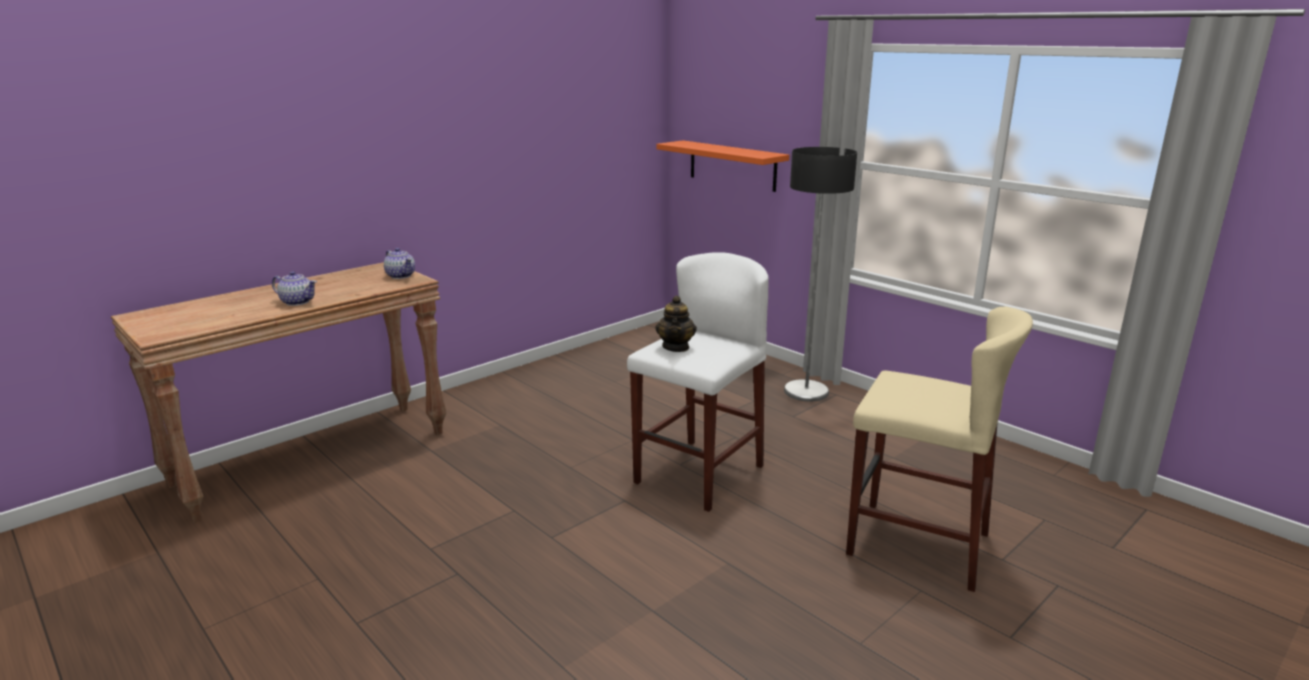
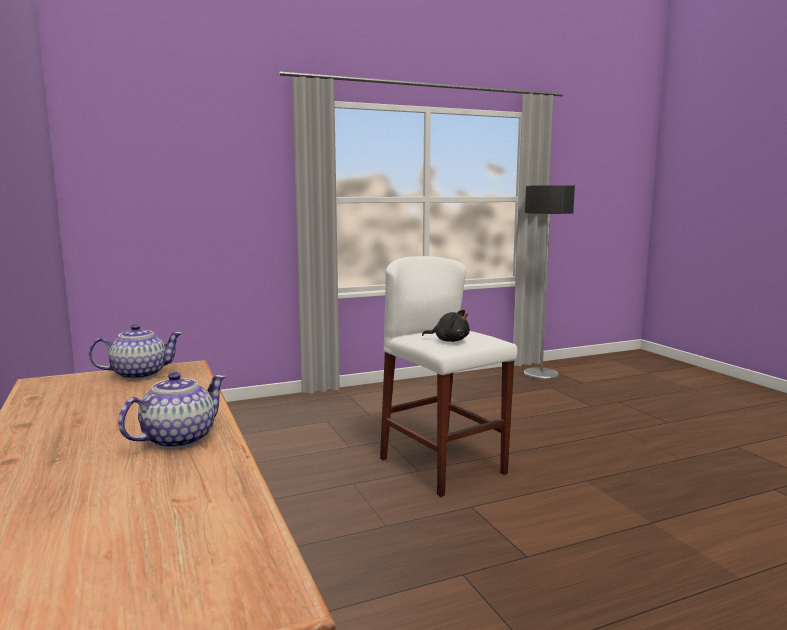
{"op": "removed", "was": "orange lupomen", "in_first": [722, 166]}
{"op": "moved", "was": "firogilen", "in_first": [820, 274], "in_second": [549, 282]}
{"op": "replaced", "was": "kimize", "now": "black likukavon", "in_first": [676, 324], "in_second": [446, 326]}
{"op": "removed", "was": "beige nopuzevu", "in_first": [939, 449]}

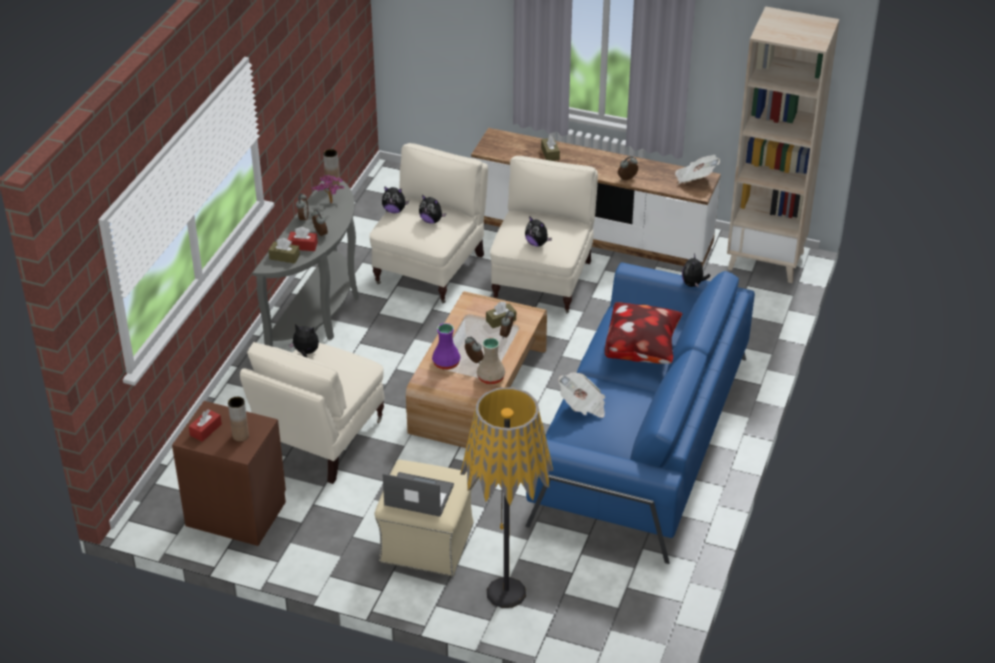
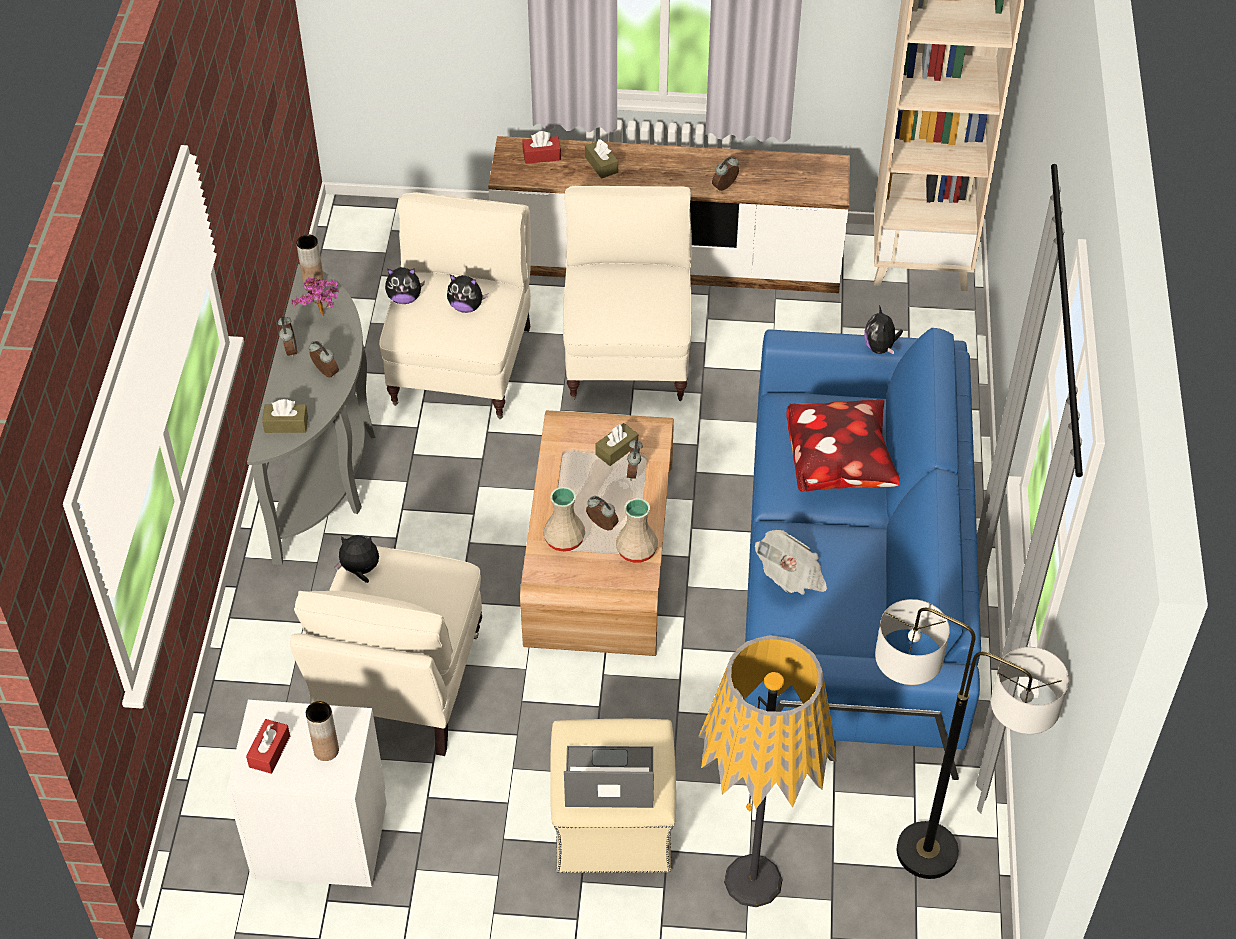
{"op": "removed", "was": "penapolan", "in_first": [697, 169]}
{"op": "removed", "was": "likukavon", "in_first": [538, 231]}
{"op": "moved", "was": "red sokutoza", "in_first": [303, 239], "in_second": [541, 147]}
{"op": "recoloured", "was": "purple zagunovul", "now": "beige zagunovul", "in_first": [446, 346], "in_second": [564, 519]}
{"op": "recoloured", "was": "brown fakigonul", "now": "white fakigonul", "in_first": [229, 473], "in_second": [307, 793]}
{"op": "added", "now": "firogilen", "in_second": [972, 739]}

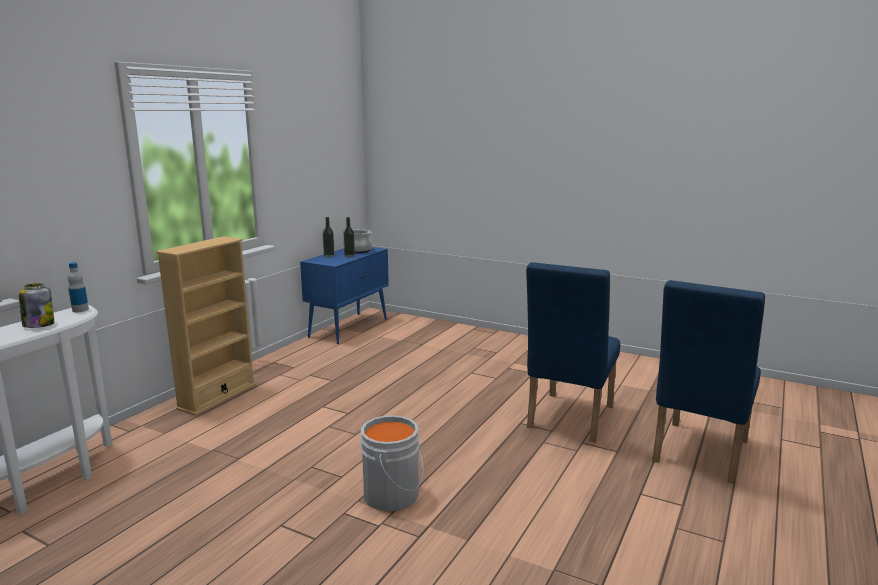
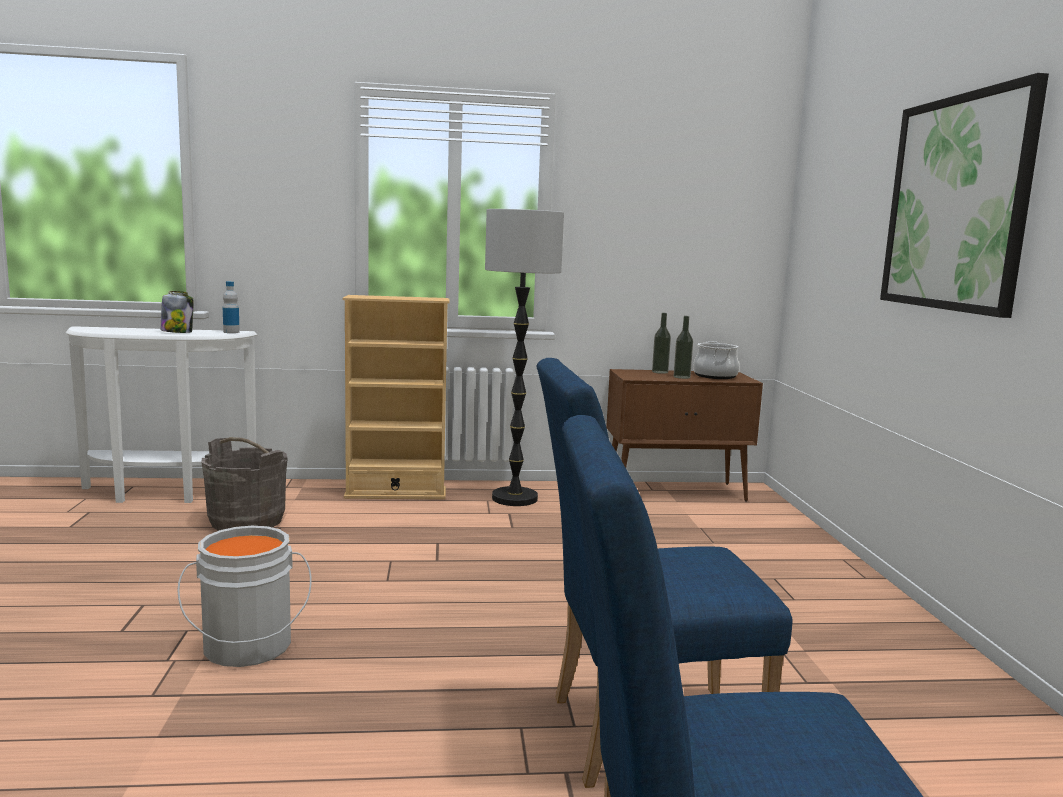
{"op": "recoloured", "was": "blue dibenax", "now": "brown dibenax", "in_first": [344, 295], "in_second": [684, 435]}
{"op": "added", "now": "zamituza", "in_second": [964, 195]}
{"op": "added", "now": "firogilen", "in_second": [524, 357]}
{"op": "added", "now": "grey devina", "in_second": [244, 484]}

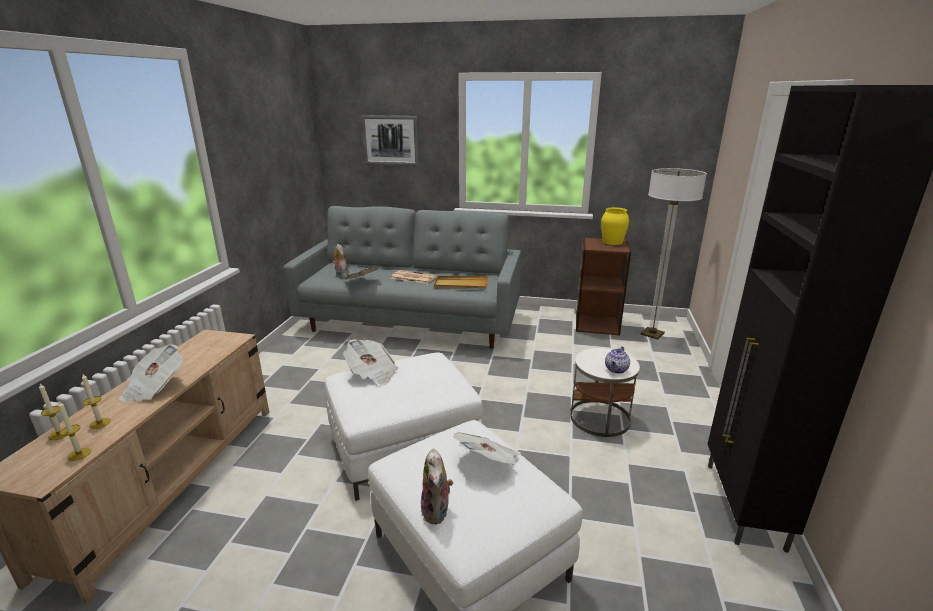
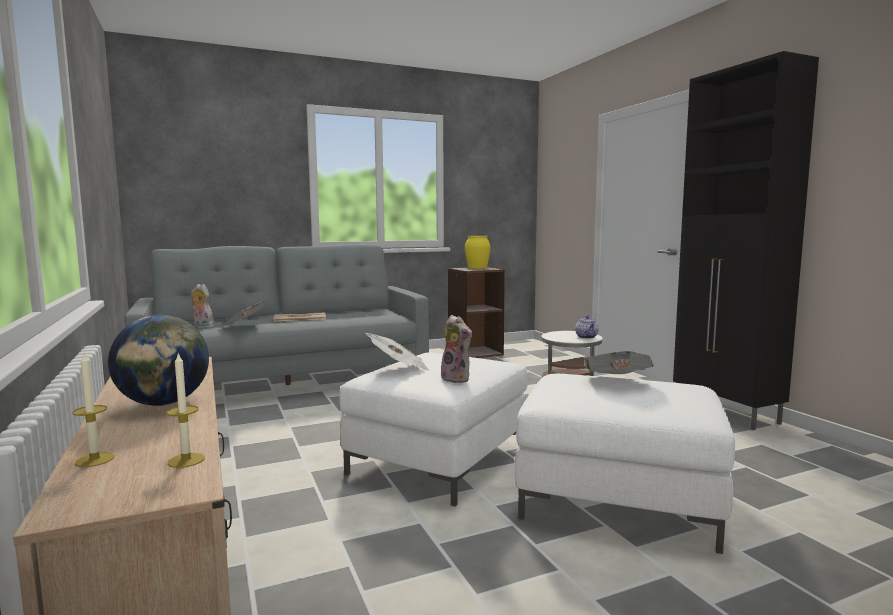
{"op": "removed", "was": "zamituza", "in_first": [390, 140]}
{"op": "removed", "was": "firogilen", "in_first": [674, 254]}
{"op": "removed", "was": "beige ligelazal", "in_first": [461, 282]}
{"op": "replaced", "was": "penapolan", "now": "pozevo", "in_first": [151, 373], "in_second": [158, 360]}
{"op": "removed", "was": "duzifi", "in_first": [96, 401]}
{"op": "moved", "was": "likukavon", "in_first": [437, 486], "in_second": [456, 349]}

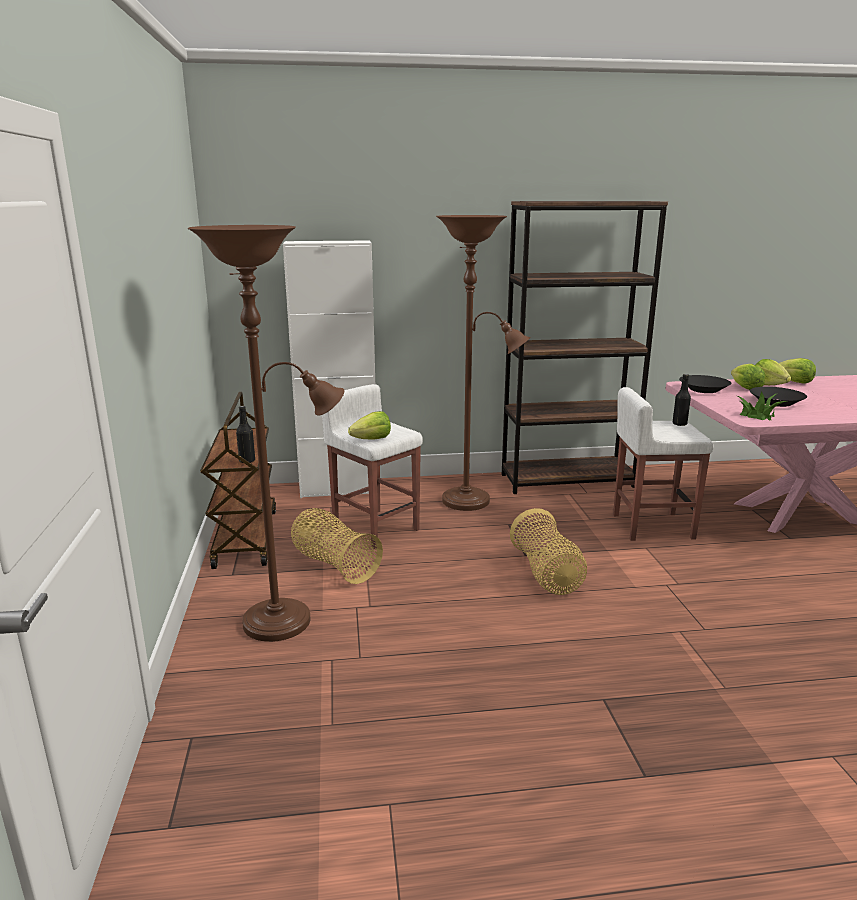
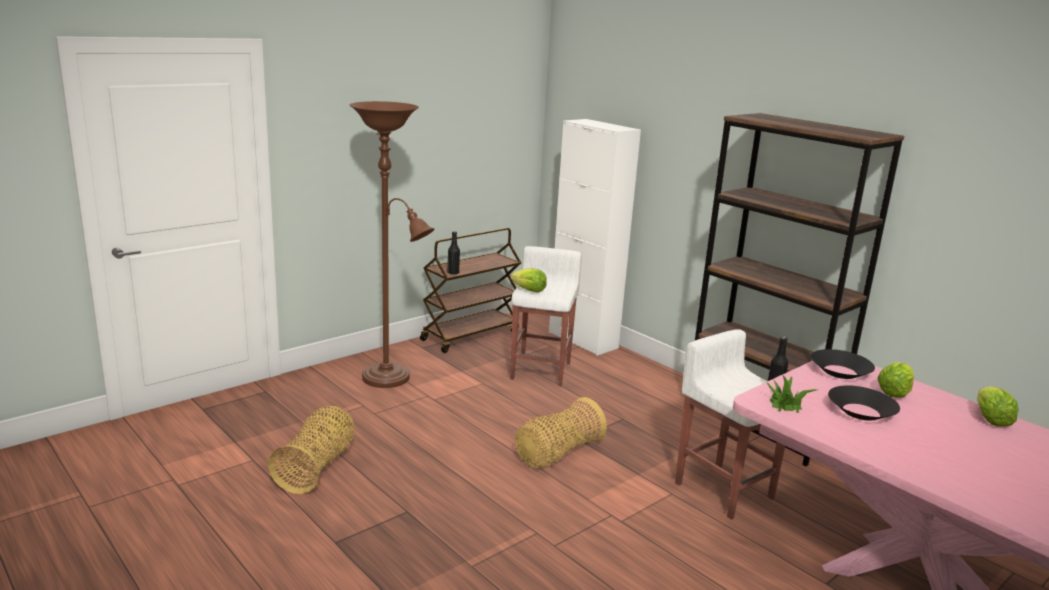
{"op": "removed", "was": "brown firogilen", "in_first": [483, 363]}
{"op": "removed", "was": "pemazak", "in_first": [773, 372]}
{"op": "moved", "was": "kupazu", "in_first": [337, 546], "in_second": [311, 450]}

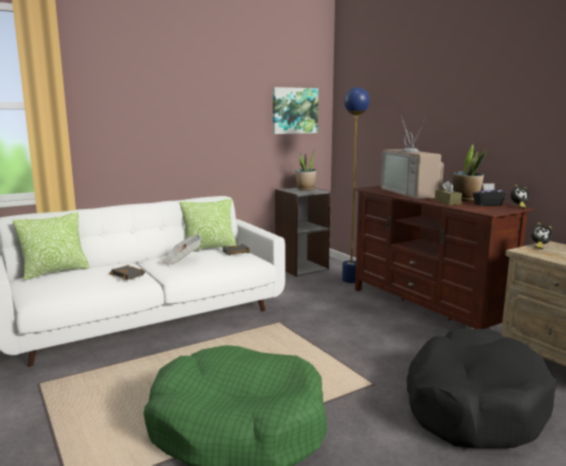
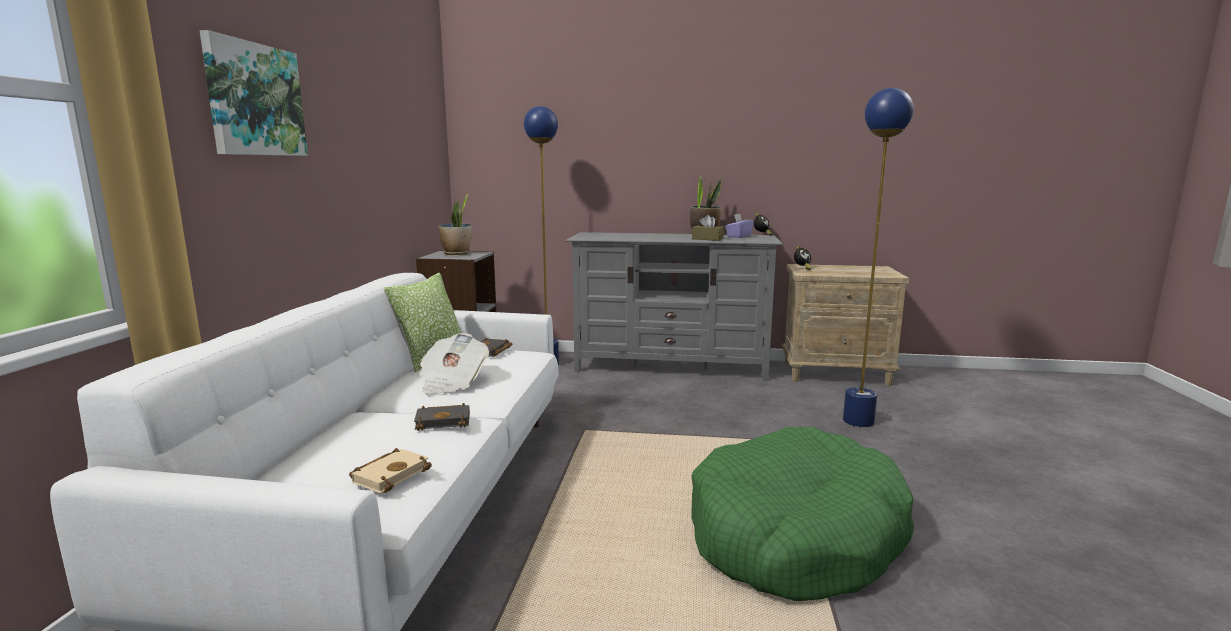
{"op": "moved", "was": "zamituza", "in_first": [295, 110], "in_second": [254, 93]}
{"op": "removed", "was": "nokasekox", "in_first": [412, 157]}
{"op": "recoloured", "was": "black sokutoza", "now": "purple sokutoza", "in_first": [489, 194], "in_second": [739, 226]}
{"op": "recoloured", "was": "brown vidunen", "now": "grey vidunen", "in_first": [444, 257], "in_second": [674, 306]}
{"op": "removed", "was": "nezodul", "in_first": [51, 246]}
{"op": "replaced", "was": "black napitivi", "now": "blue firogilen", "in_first": [482, 388], "in_second": [878, 257]}
{"op": "added", "now": "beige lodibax", "in_second": [390, 470]}

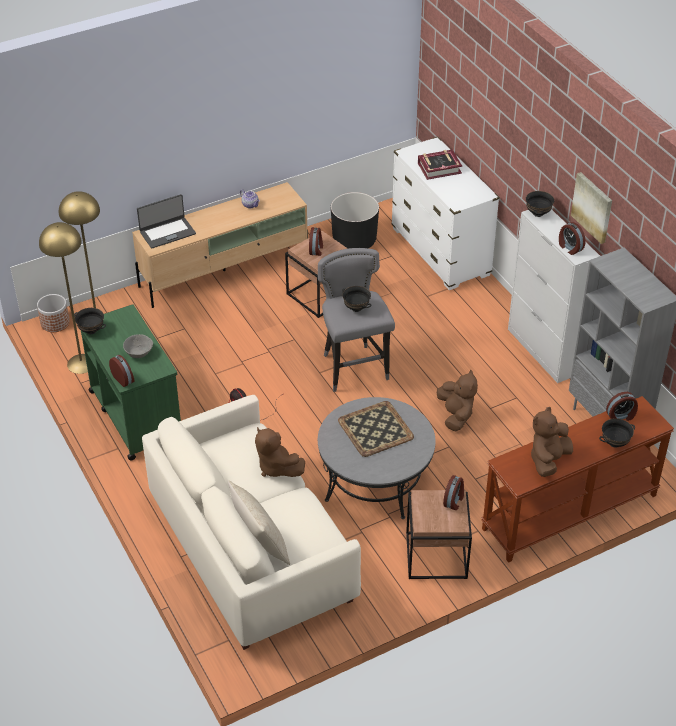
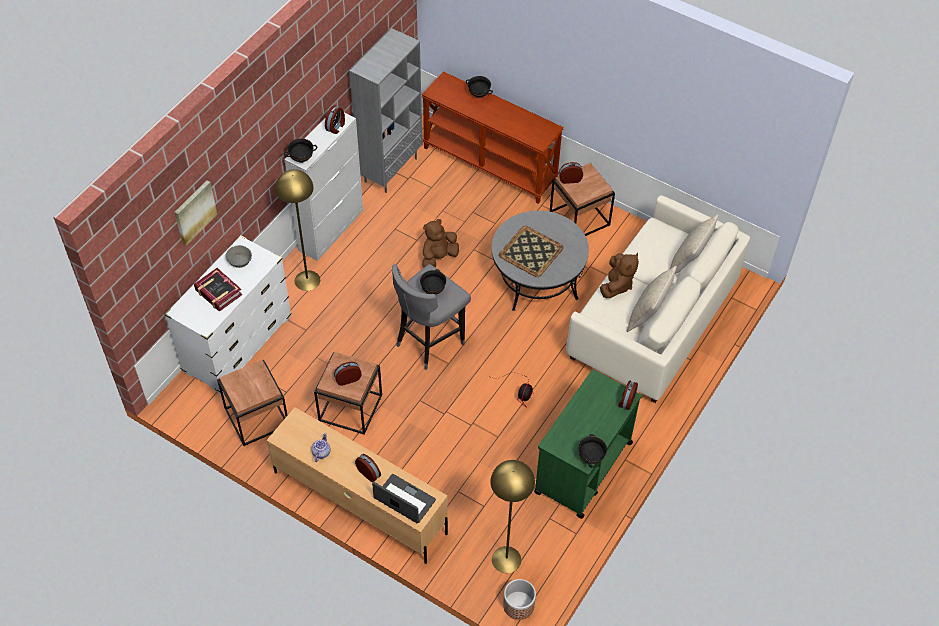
{"op": "moved", "was": "zamituza", "in_first": [591, 208], "in_second": [195, 213]}
{"op": "replaced", "was": "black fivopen", "now": "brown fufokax", "in_first": [355, 220], "in_second": [252, 403]}
{"op": "moved", "was": "yellow firogilen", "in_first": [63, 298], "in_second": [297, 230]}
{"op": "moved", "was": "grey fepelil", "in_first": [138, 346], "in_second": [238, 256]}
{"op": "moved", "was": "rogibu", "in_first": [622, 406], "in_second": [368, 468]}
{"op": "removed", "was": "brown likukavon", "in_first": [552, 442]}
{"op": "added", "now": "beige nezodul", "in_second": [652, 299]}

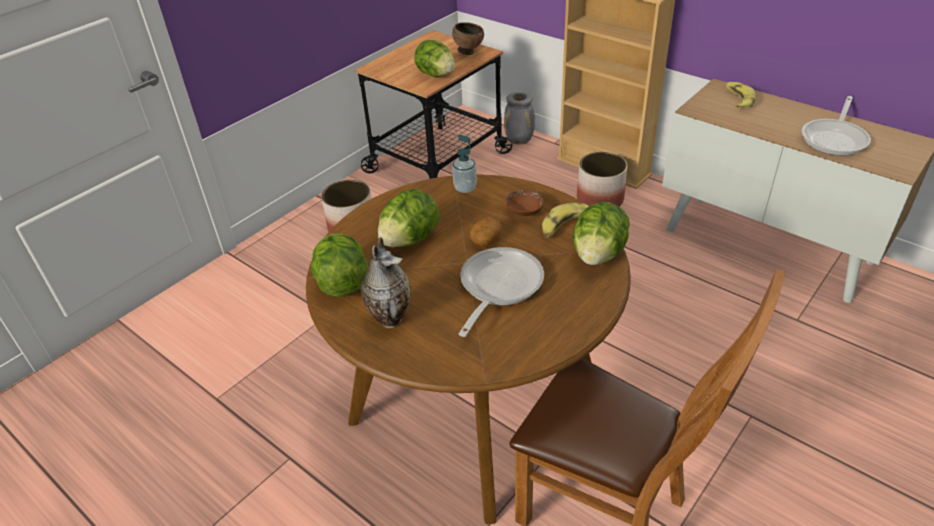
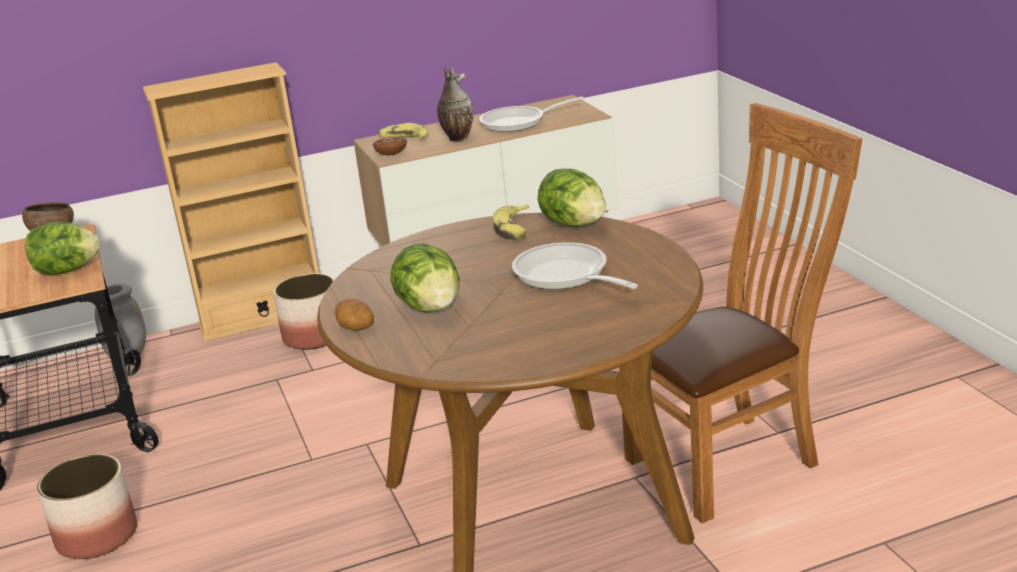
{"op": "turned", "was": "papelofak", "in_first": [836, 126], "in_second": [531, 114], "clockwise": 105}
{"op": "removed", "was": "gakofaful", "in_first": [464, 164]}
{"op": "moved", "was": "brown fepelil", "in_first": [525, 203], "in_second": [390, 146]}
{"op": "moved", "was": "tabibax", "in_first": [486, 232], "in_second": [354, 315]}
{"op": "removed", "was": "pemazak", "in_first": [339, 265]}
{"op": "moved", "was": "zagunovul", "in_first": [386, 283], "in_second": [455, 104]}

